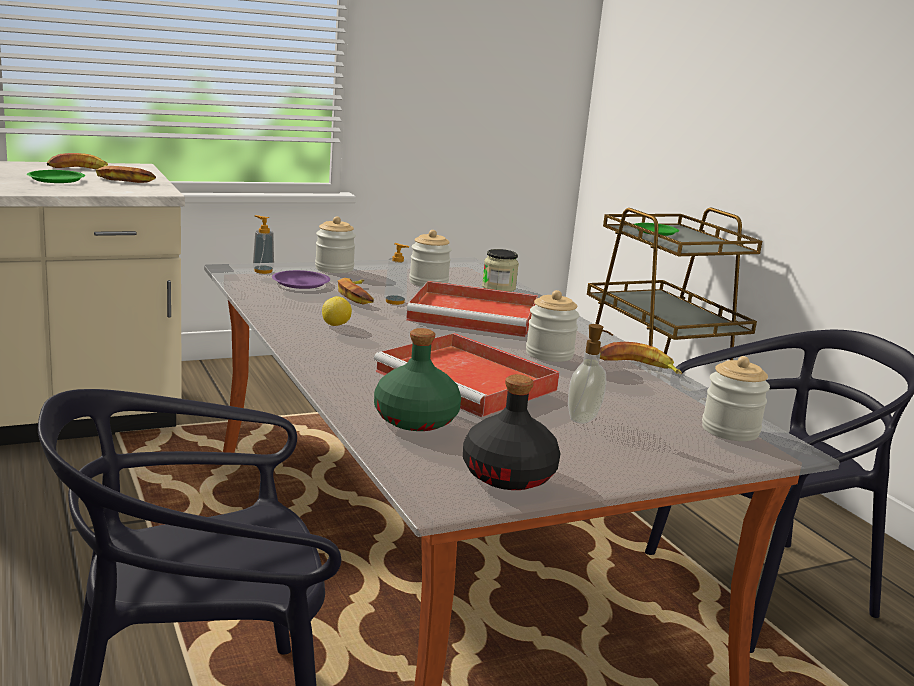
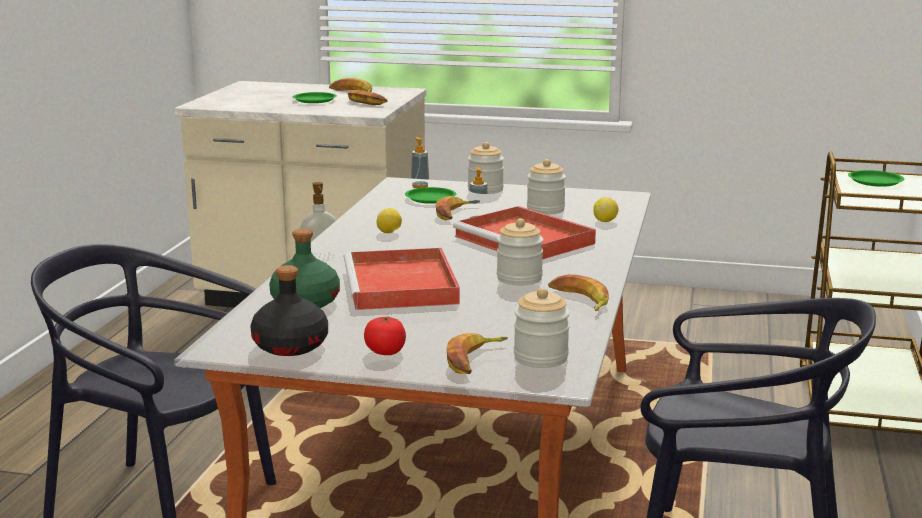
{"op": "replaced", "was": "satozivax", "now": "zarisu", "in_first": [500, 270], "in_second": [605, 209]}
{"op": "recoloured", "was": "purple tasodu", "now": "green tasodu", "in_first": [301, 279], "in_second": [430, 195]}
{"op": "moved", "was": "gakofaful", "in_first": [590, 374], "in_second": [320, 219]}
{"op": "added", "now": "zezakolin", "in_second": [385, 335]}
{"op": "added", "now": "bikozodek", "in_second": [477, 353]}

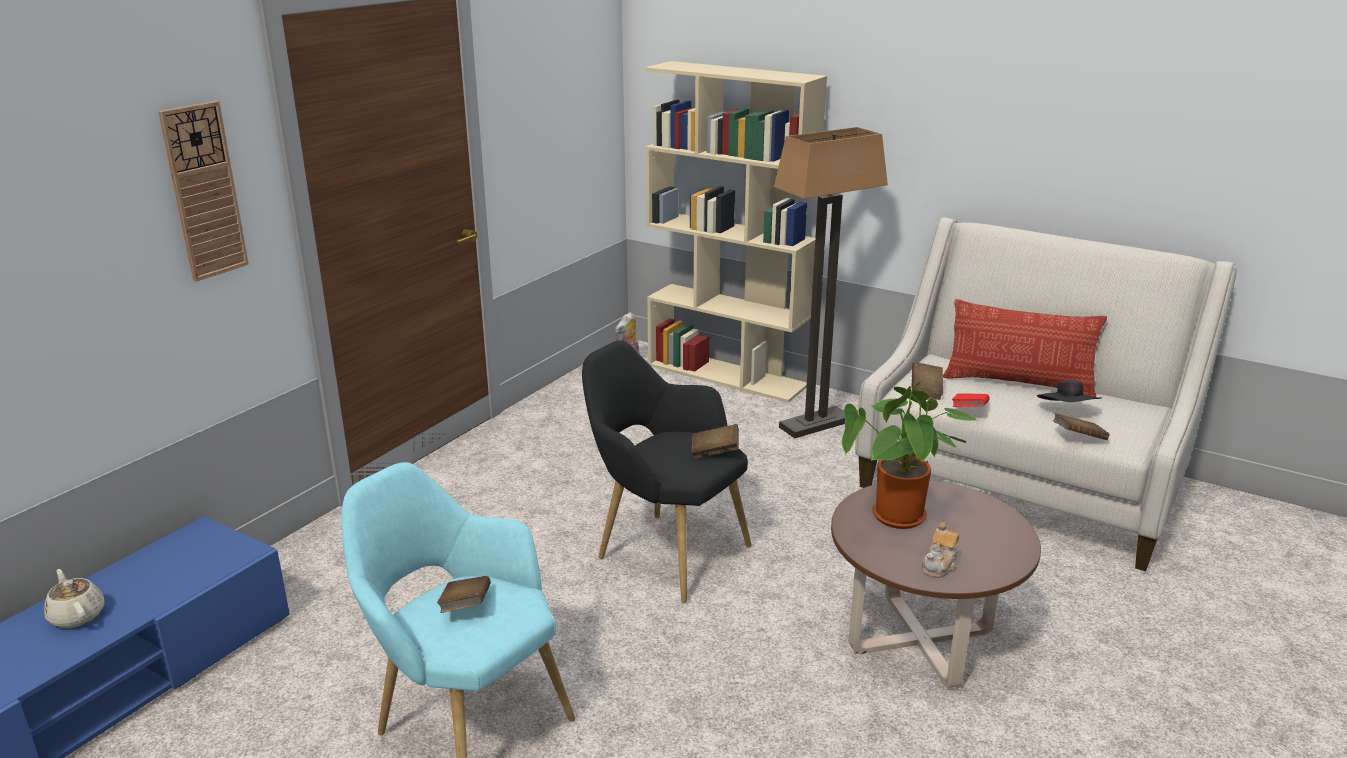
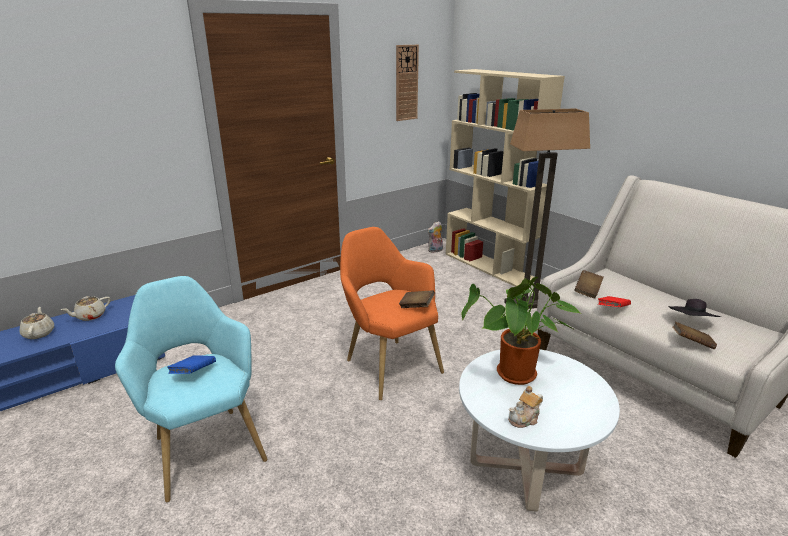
{"op": "moved", "was": "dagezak", "in_first": [203, 191], "in_second": [407, 83]}
{"op": "removed", "was": "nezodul", "in_first": [1025, 348]}
{"op": "recoloured", "was": "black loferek", "now": "orange loferek", "in_first": [667, 472], "in_second": [392, 313]}
{"op": "recoloured", "was": "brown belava", "now": "white belava", "in_first": [936, 584], "in_second": [539, 430]}
{"op": "recoloured", "was": "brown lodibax", "now": "blue lodibax", "in_first": [464, 594], "in_second": [191, 364]}
{"op": "added", "now": "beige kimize", "in_second": [86, 308]}

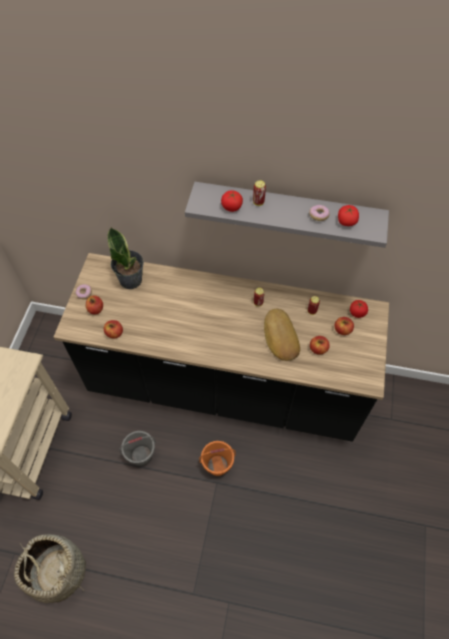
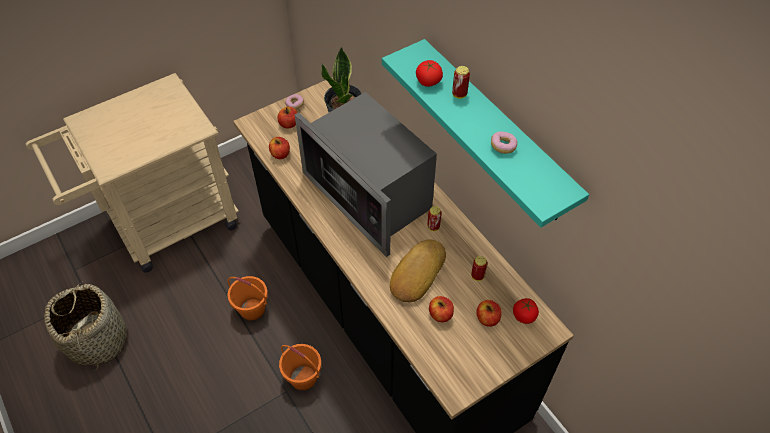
{"op": "recoloured", "was": "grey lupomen", "now": "turquoise lupomen", "in_first": [287, 215], "in_second": [485, 133]}
{"op": "removed", "was": "zezakolin", "in_first": [348, 215]}
{"op": "recoloured", "was": "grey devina", "now": "orange devina", "in_first": [137, 448], "in_second": [247, 298]}
{"op": "added", "now": "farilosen", "in_second": [366, 174]}

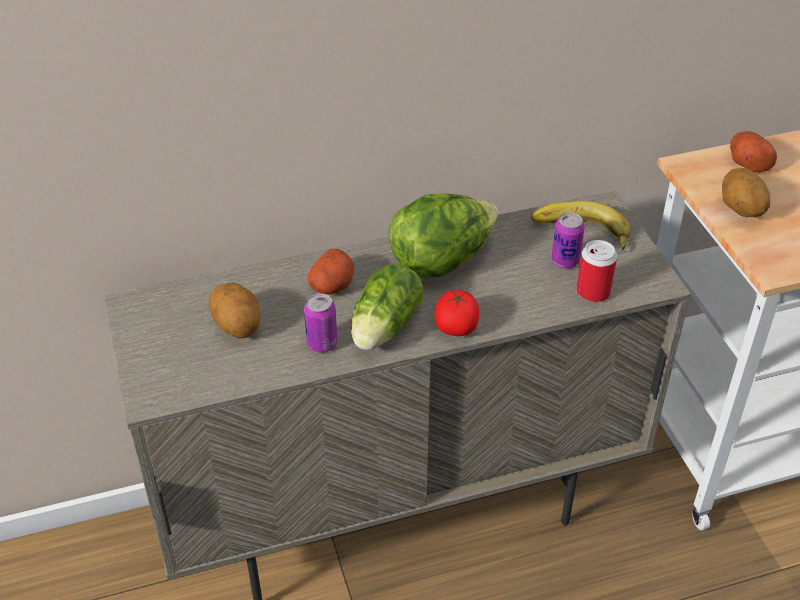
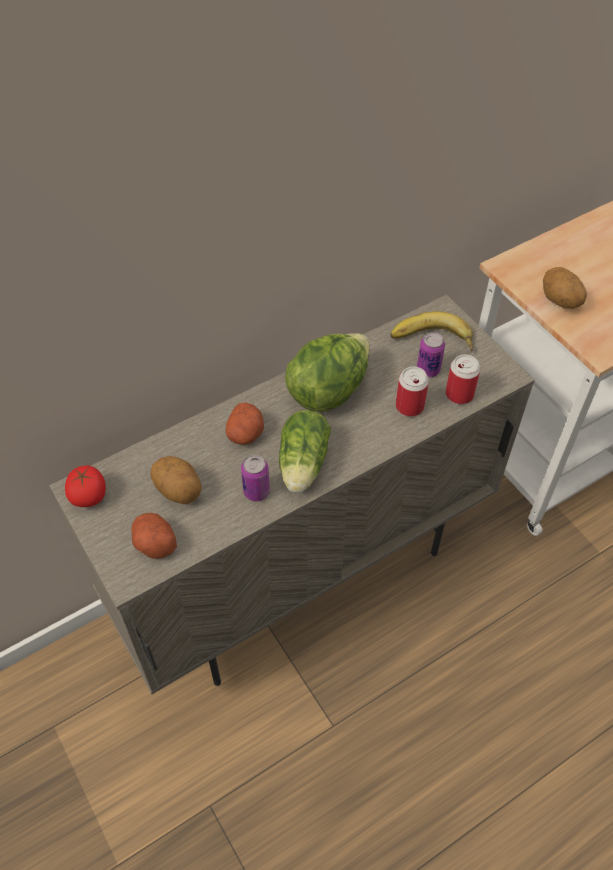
{"op": "moved", "was": "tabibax", "in_first": [753, 151], "in_second": [154, 536]}
{"op": "moved", "was": "zezakolin", "in_first": [456, 313], "in_second": [85, 486]}
{"op": "added", "now": "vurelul", "in_second": [412, 392]}

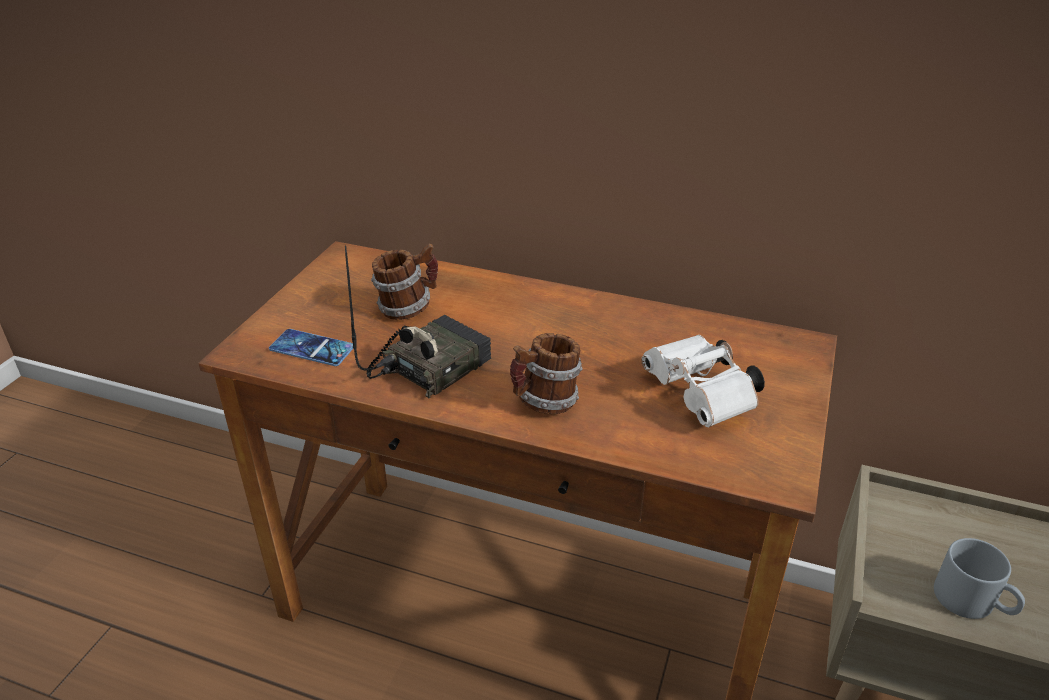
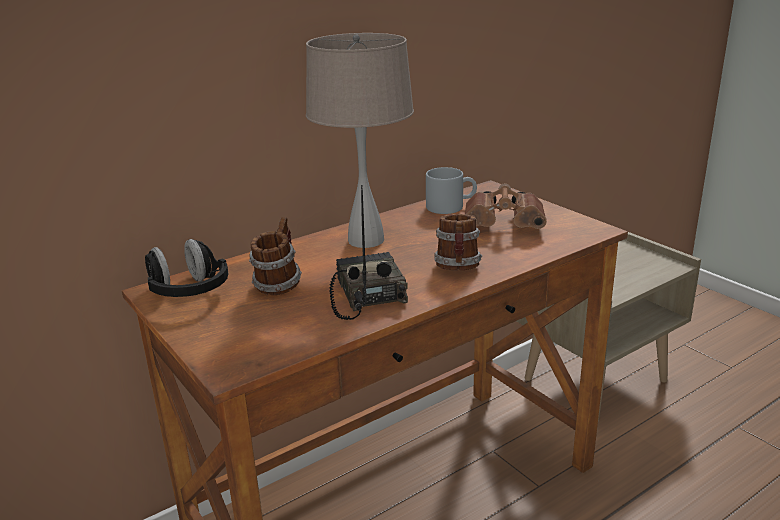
{"op": "removed", "was": "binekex", "in_first": [311, 347]}
{"op": "recoloured", "was": "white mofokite", "now": "brown mofokite", "in_first": [703, 381], "in_second": [506, 206]}
{"op": "moved", "was": "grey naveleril", "in_first": [979, 578], "in_second": [451, 190]}
{"op": "added", "now": "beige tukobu", "in_second": [360, 140]}
{"op": "added", "now": "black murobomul", "in_second": [186, 268]}

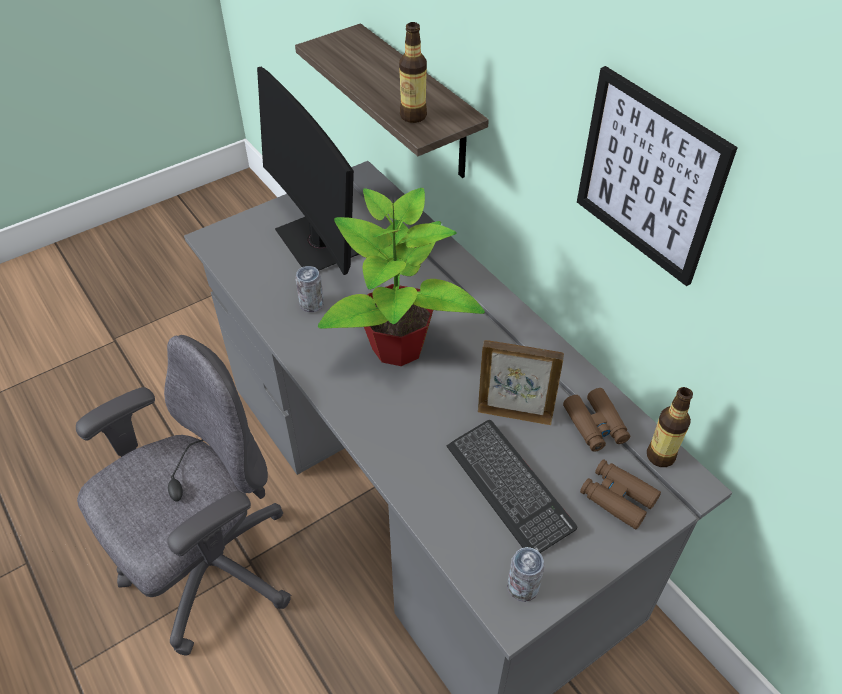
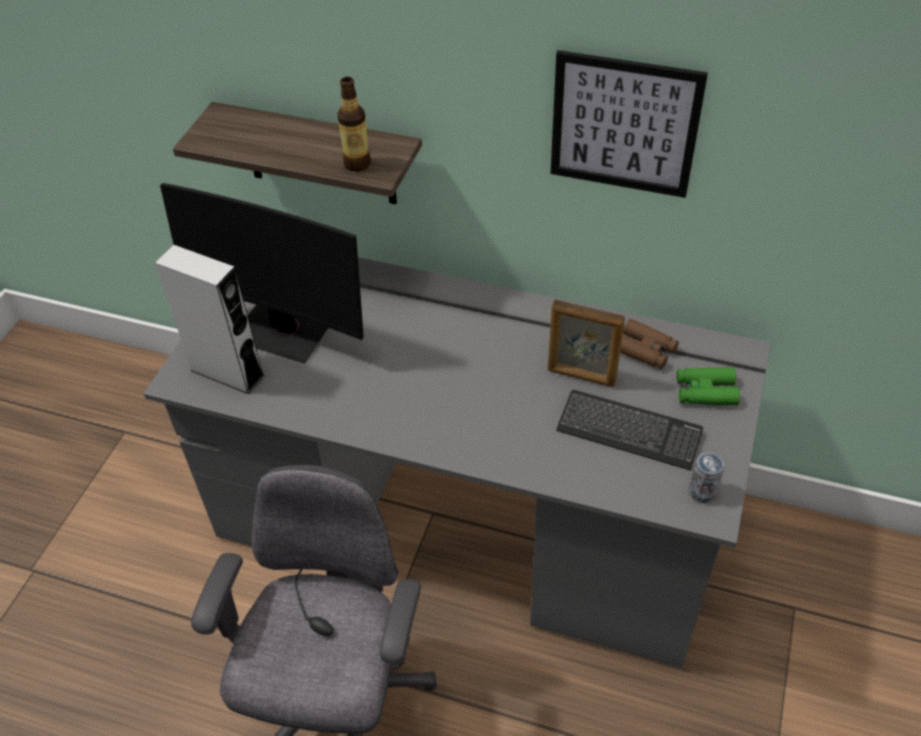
{"op": "removed", "was": "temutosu", "in_first": [401, 277]}
{"op": "removed", "was": "vurelul", "in_first": [310, 289]}
{"op": "turned", "was": "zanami", "in_first": [521, 382], "in_second": [586, 343], "clockwise": -135}
{"op": "removed", "was": "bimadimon", "in_first": [670, 427]}
{"op": "recoloured", "was": "brown mofokite", "now": "green mofokite", "in_first": [620, 494], "in_second": [708, 386]}
{"op": "added", "now": "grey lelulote", "in_second": [209, 319]}

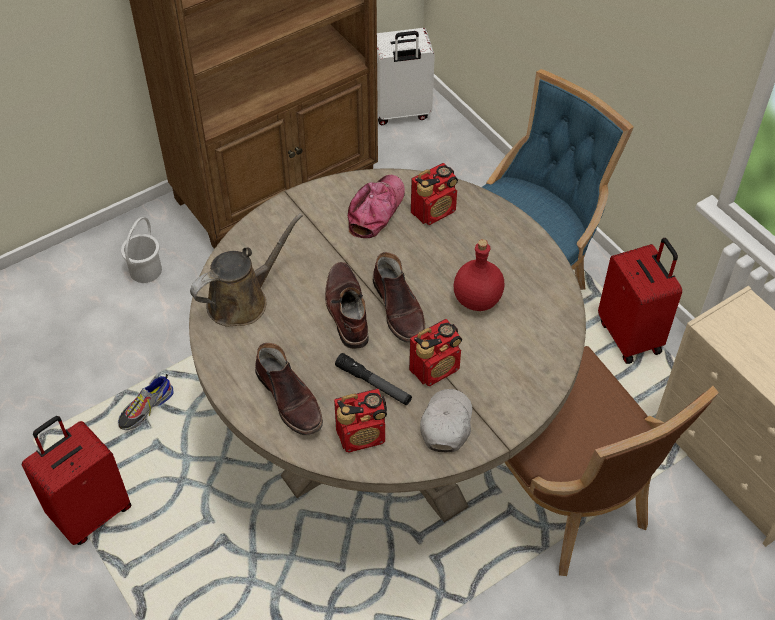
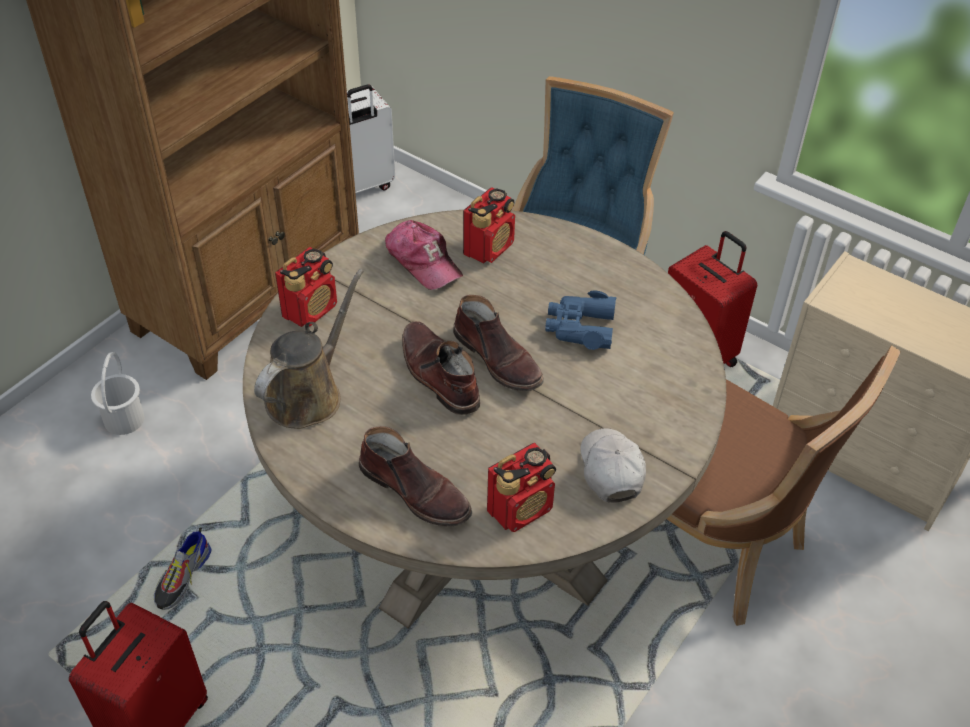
{"op": "turned", "was": "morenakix", "in_first": [376, 206], "in_second": [424, 255], "clockwise": 135}
{"op": "replaced", "was": "red bimadimon", "now": "blue mofokite", "in_first": [479, 275], "in_second": [580, 320]}
{"op": "moved", "was": "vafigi", "in_first": [435, 352], "in_second": [306, 287]}
{"op": "removed", "was": "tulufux", "in_first": [373, 379]}

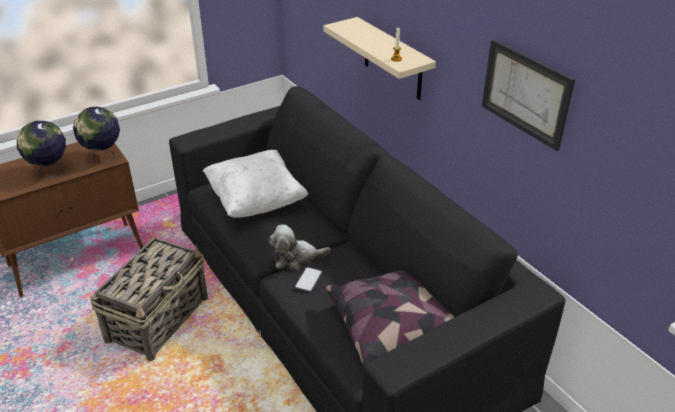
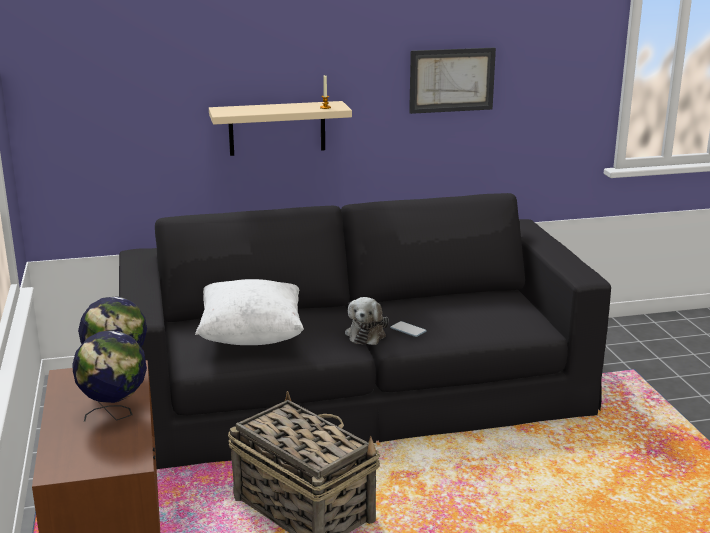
{"op": "removed", "was": "nezodul", "in_first": [390, 319]}

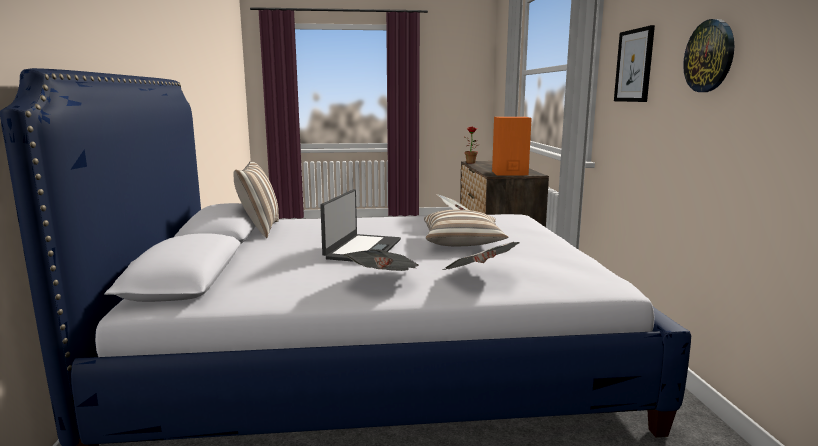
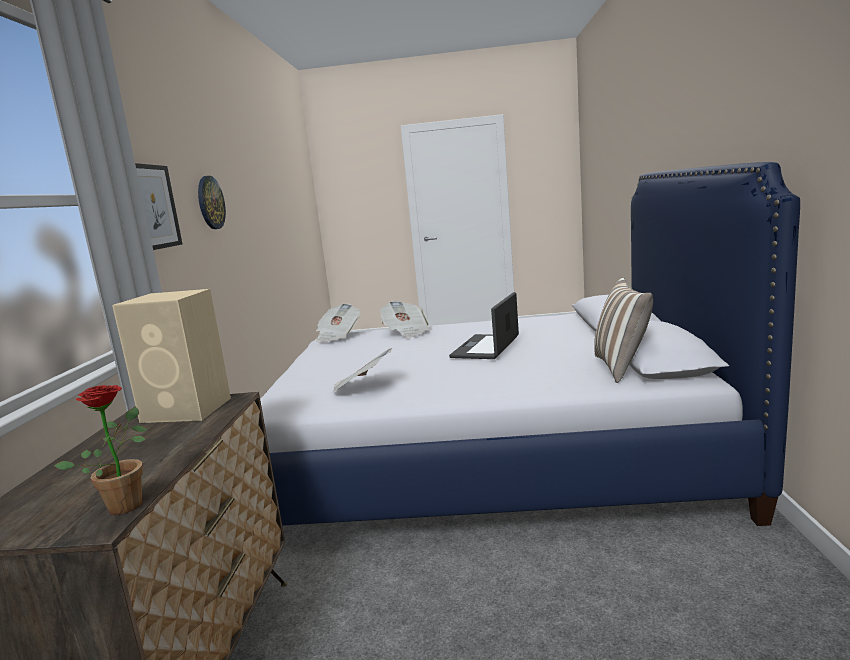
{"op": "recoloured", "was": "orange lelulote", "now": "beige lelulote", "in_first": [512, 146], "in_second": [171, 356]}
{"op": "removed", "was": "nezodul", "in_first": [466, 228]}
{"op": "moved", "was": "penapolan", "in_first": [381, 260], "in_second": [338, 323]}

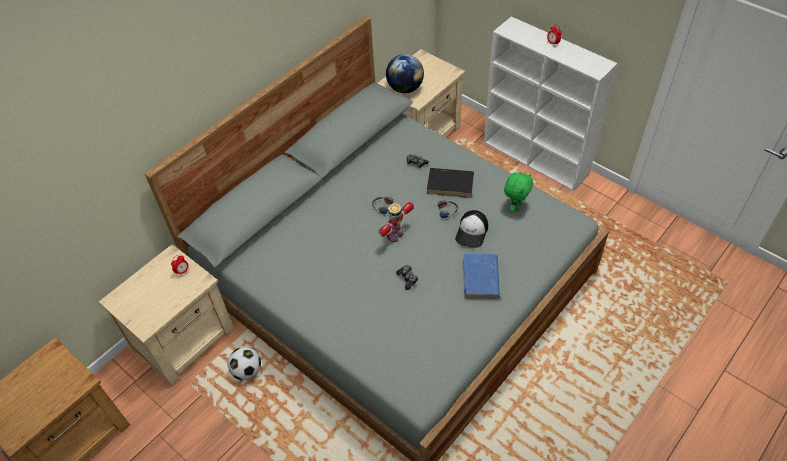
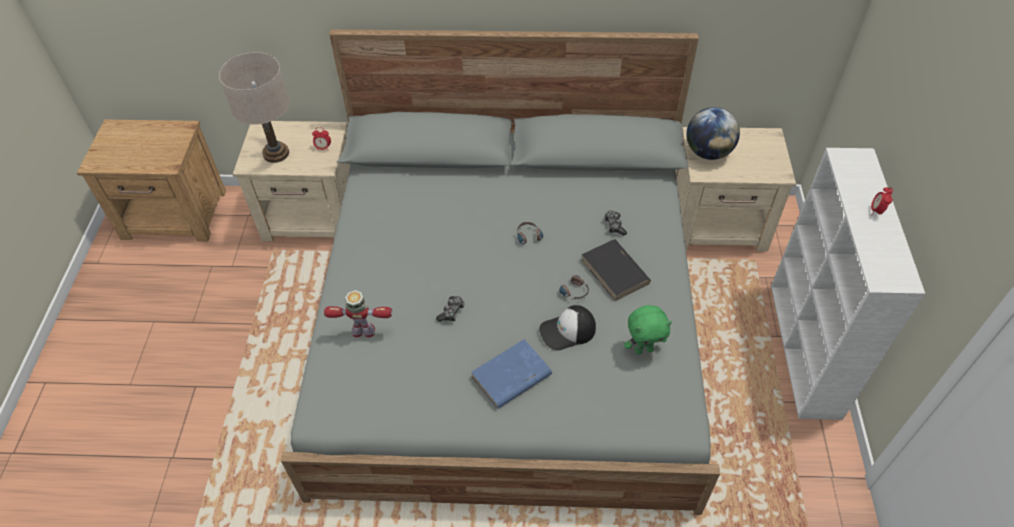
{"op": "moved", "was": "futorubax", "in_first": [396, 222], "in_second": [358, 313]}
{"op": "removed", "was": "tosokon", "in_first": [244, 363]}
{"op": "added", "now": "beige tukobu", "in_second": [254, 107]}

